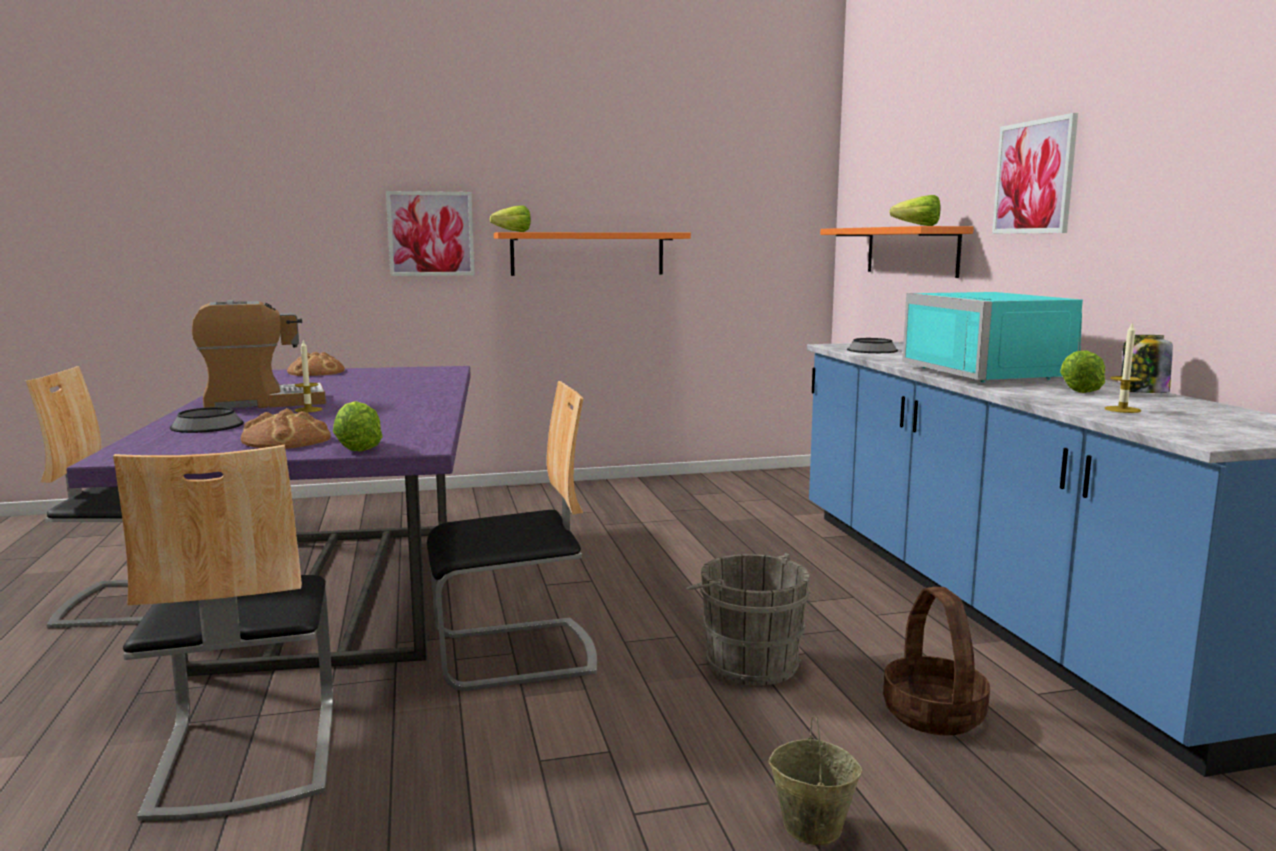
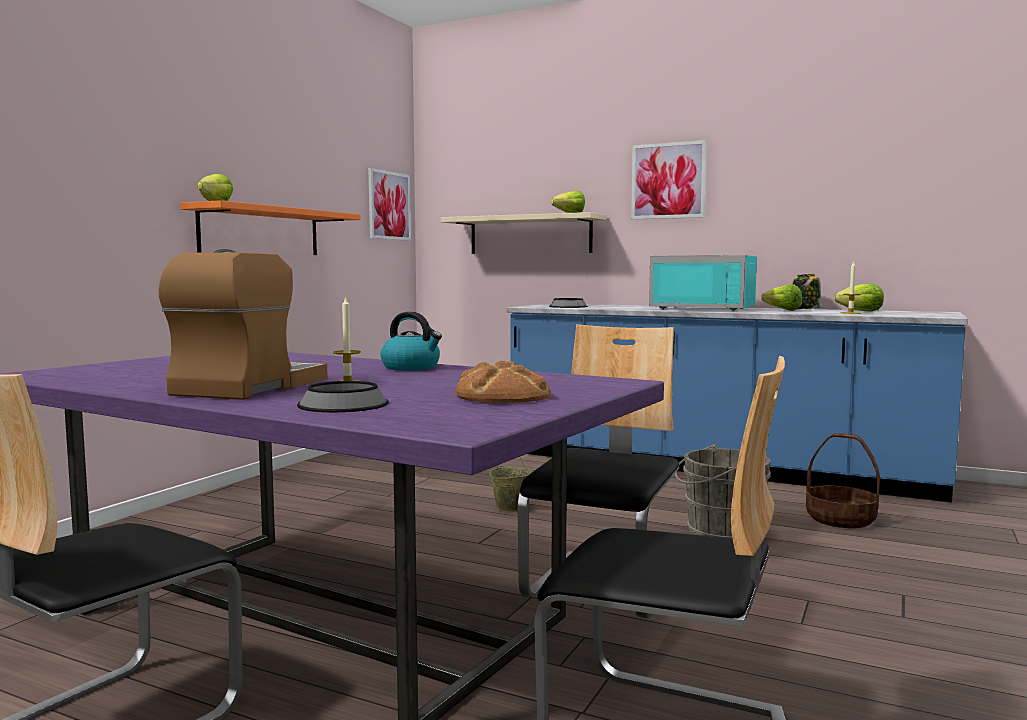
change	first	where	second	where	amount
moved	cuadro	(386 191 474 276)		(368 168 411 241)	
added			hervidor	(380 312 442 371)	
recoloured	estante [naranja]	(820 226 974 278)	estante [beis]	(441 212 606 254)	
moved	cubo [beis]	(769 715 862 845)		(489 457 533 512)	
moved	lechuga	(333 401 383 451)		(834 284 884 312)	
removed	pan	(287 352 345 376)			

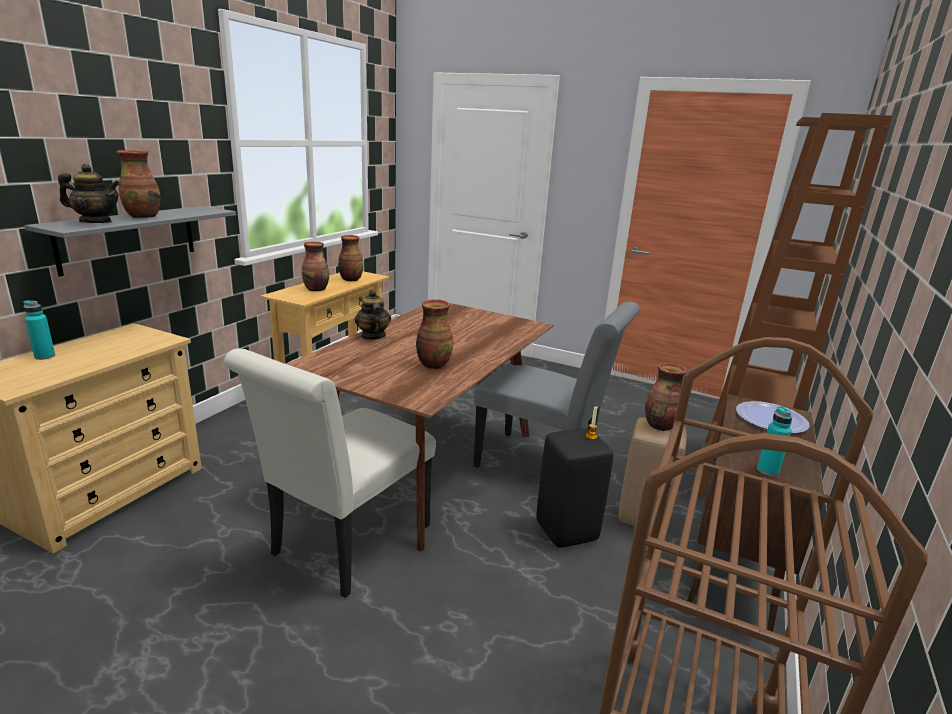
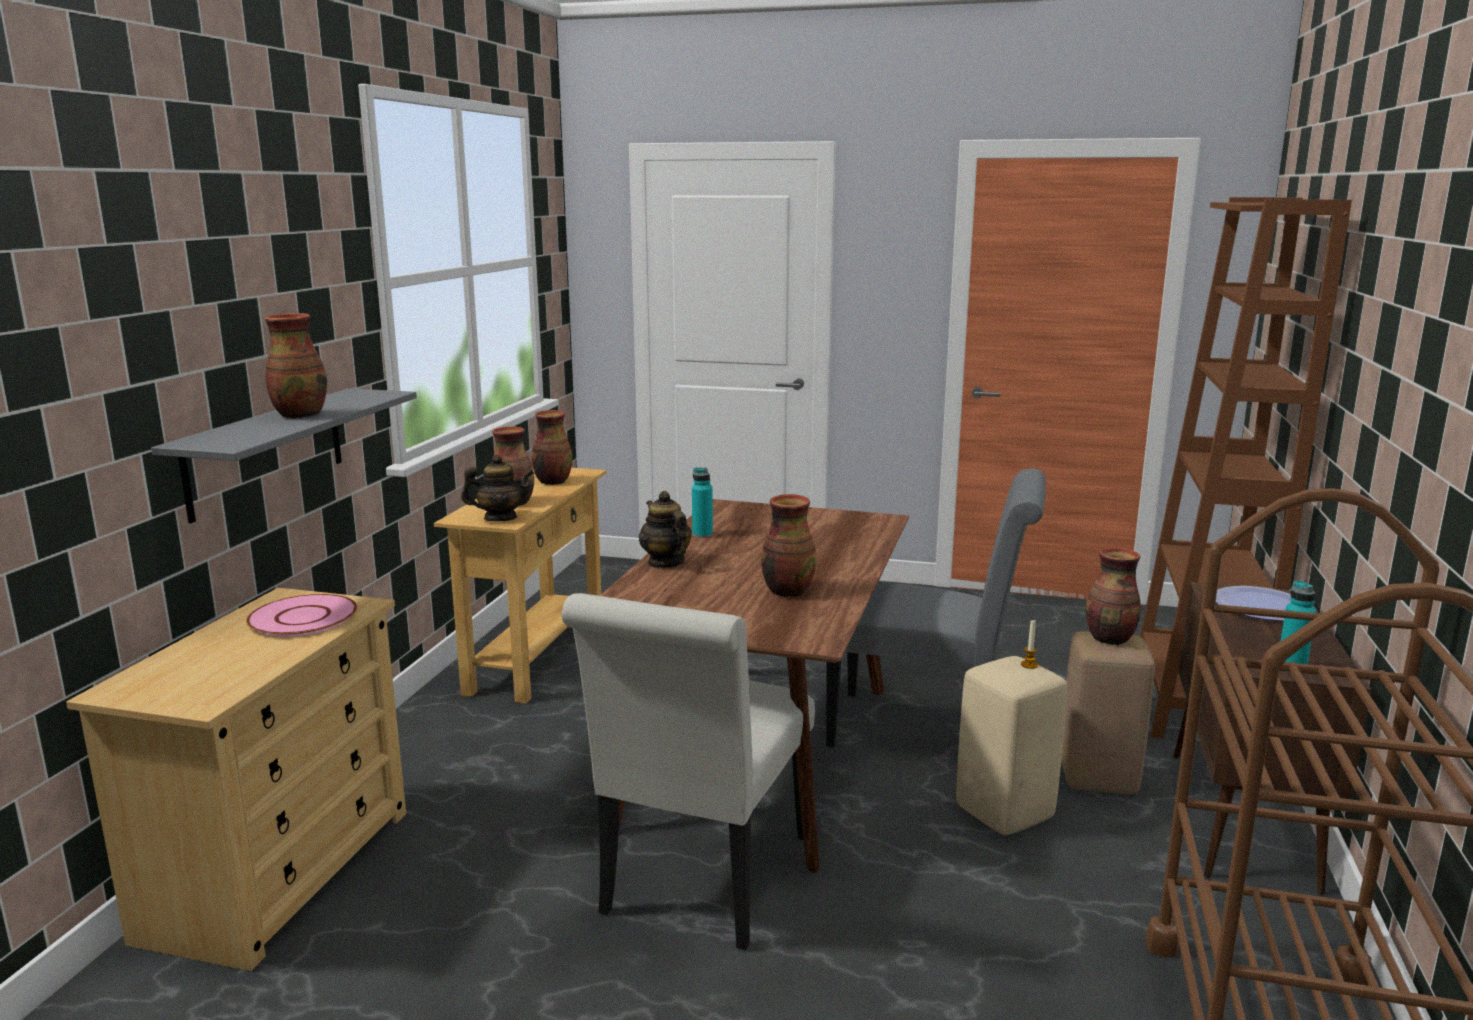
change	first	where	second	where	amount
added			plato [rosa]	(246 594 357 637)	
moved	tetera	(58 164 120 223)		(461 454 534 522)	
moved	botella [turquesa]	(23 300 55 360)		(692 467 713 538)	
recoloured	taburete [negro]	(537 428 613 548)	taburete [beis]	(956 656 1068 835)	

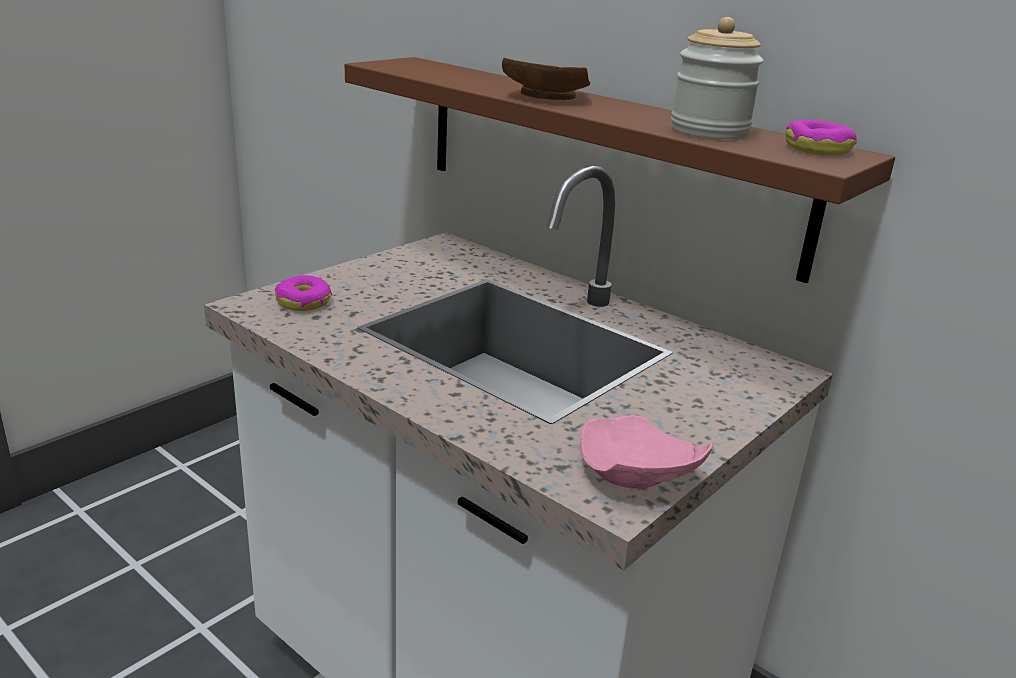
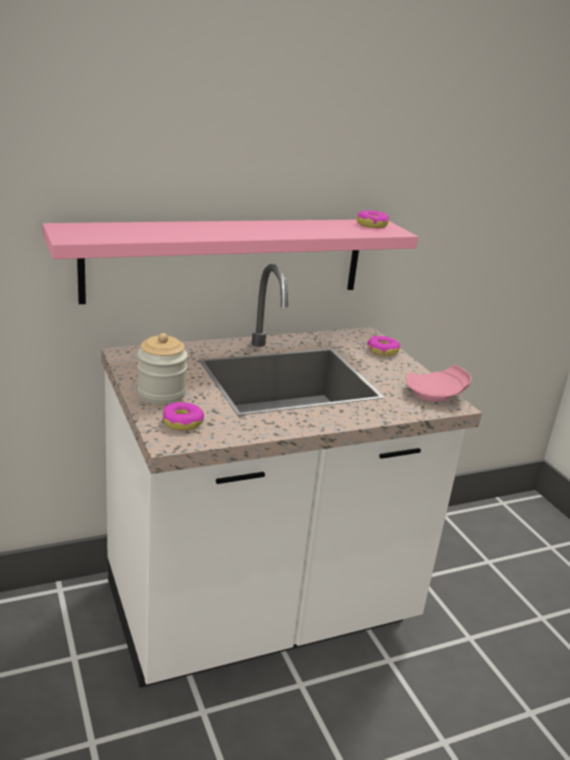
change	first	where	second	where	amount
recoloured	estante [marrón]	(345 57 895 283)	estante [rosa]	(42 220 418 304)	
moved	tarro	(671 17 764 139)		(137 333 188 404)	
added			rosquilla	(367 336 400 356)	
removed	plato [marrón]	(502 58 590 100)			

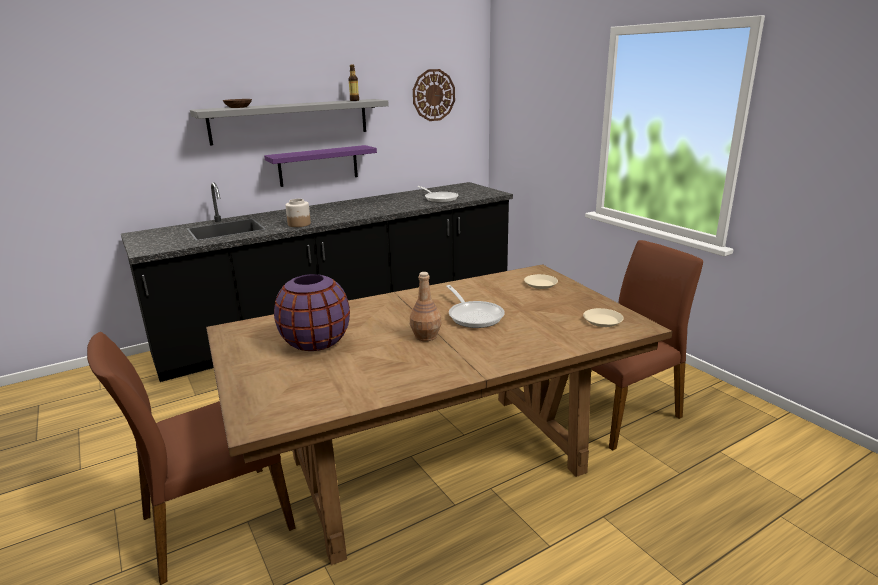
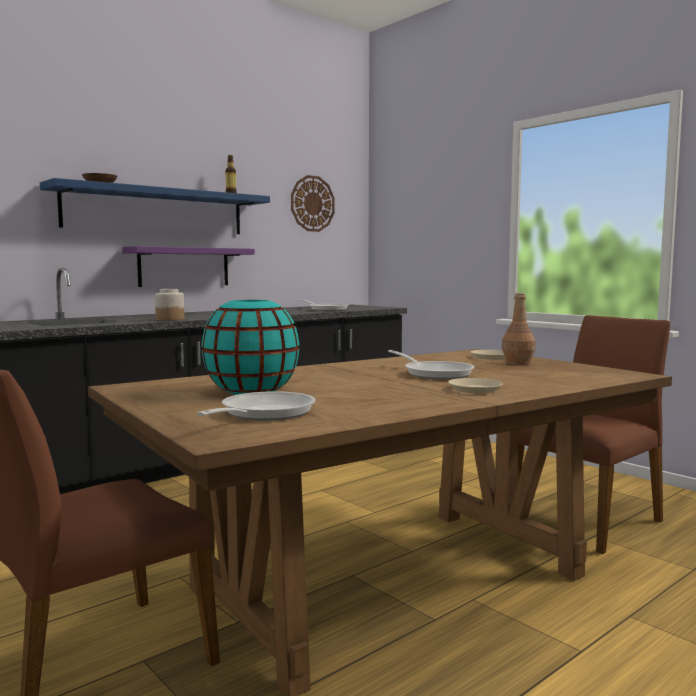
change	first	where	second	where	amount
recoloured	estante [gris]	(190 99 389 146)	estante [azul]	(40 178 270 234)	
added			sartén	(197 391 315 421)	
recoloured	florero [morado]	(274 274 350 351)	florero [turquesa]	(202 300 299 395)	
moved	plato [beis]	(583 308 624 327)		(448 378 503 393)	
moved	botella [marrón]	(410 272 441 341)		(502 293 536 365)	

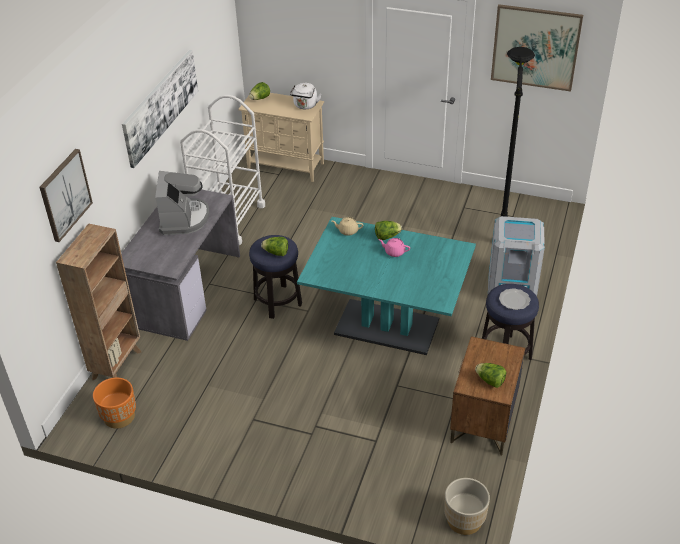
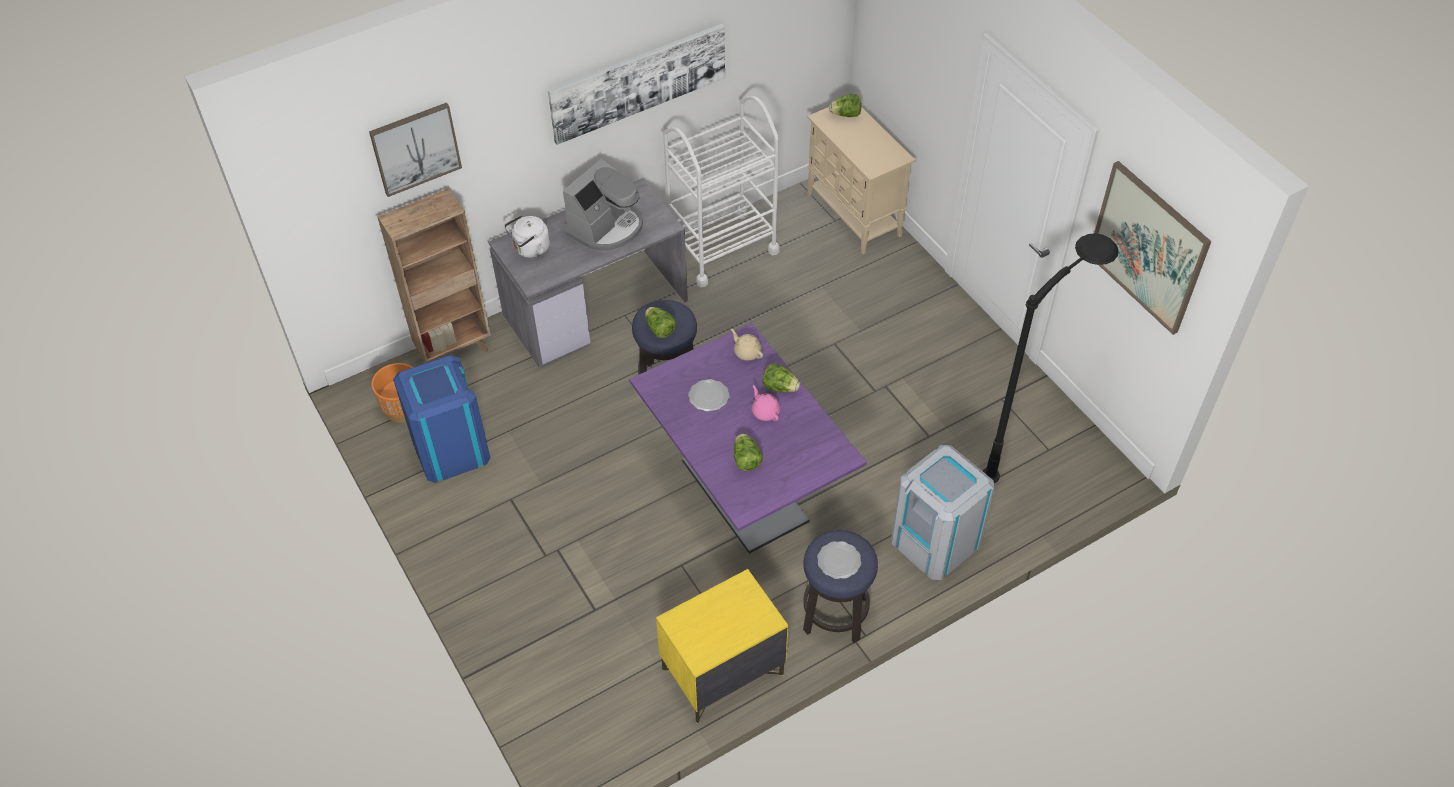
change	first	where	second	where	amount
added			papelera [azul]	(393 355 490 483)	
moved	hervidor [blanco]	(290 83 321 109)		(504 215 550 258)	
recoloured	mesa de comedor [turquesa]	(297 217 476 355)	mesa de comedor [morado]	(629 322 867 554)	
recoloured	mesita de noche [marrón]	(450 336 525 456)	mesita de noche [amarillo]	(656 569 788 723)	
added			plato	(688 379 730 412)	
moved	lechuga	(475 363 506 388)		(734 433 763 471)	
removed	maceta [beis]	(444 478 490 535)			

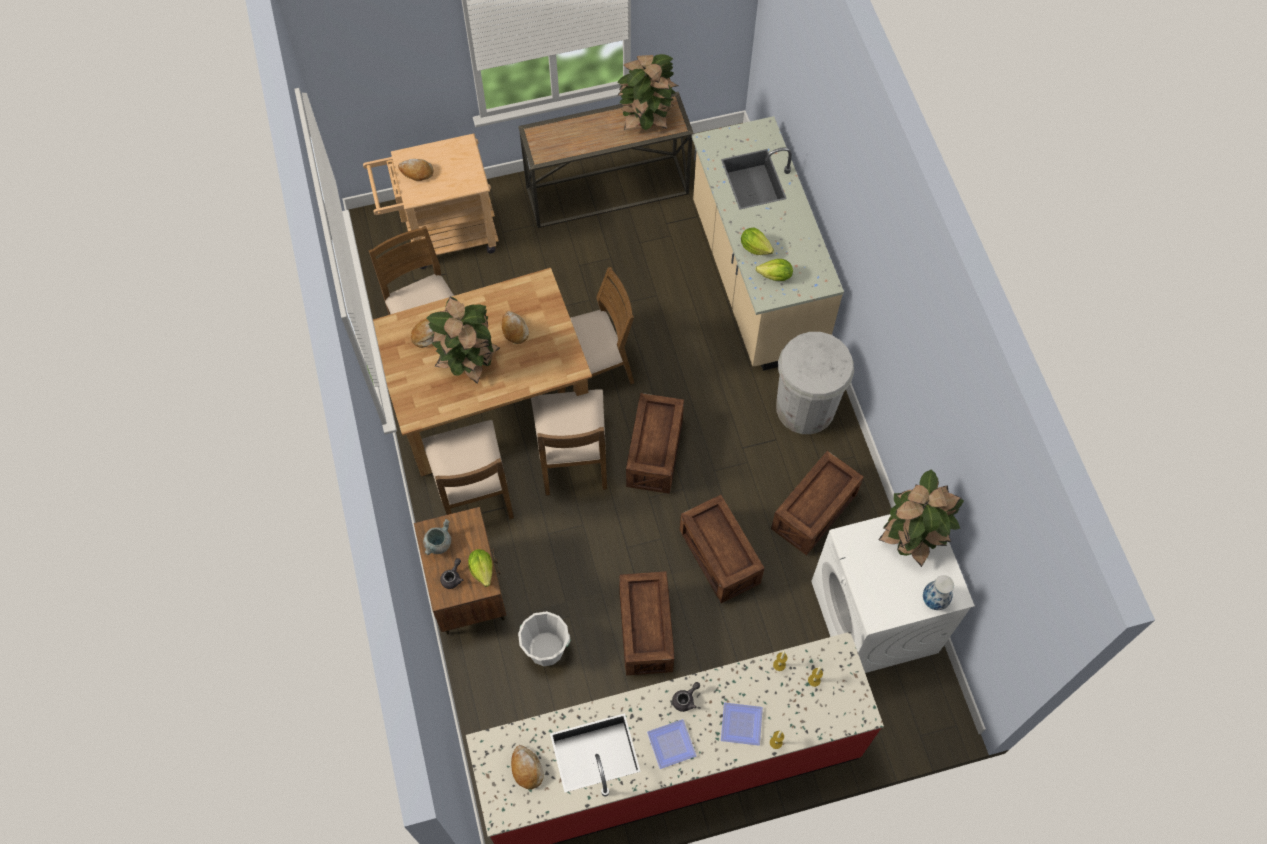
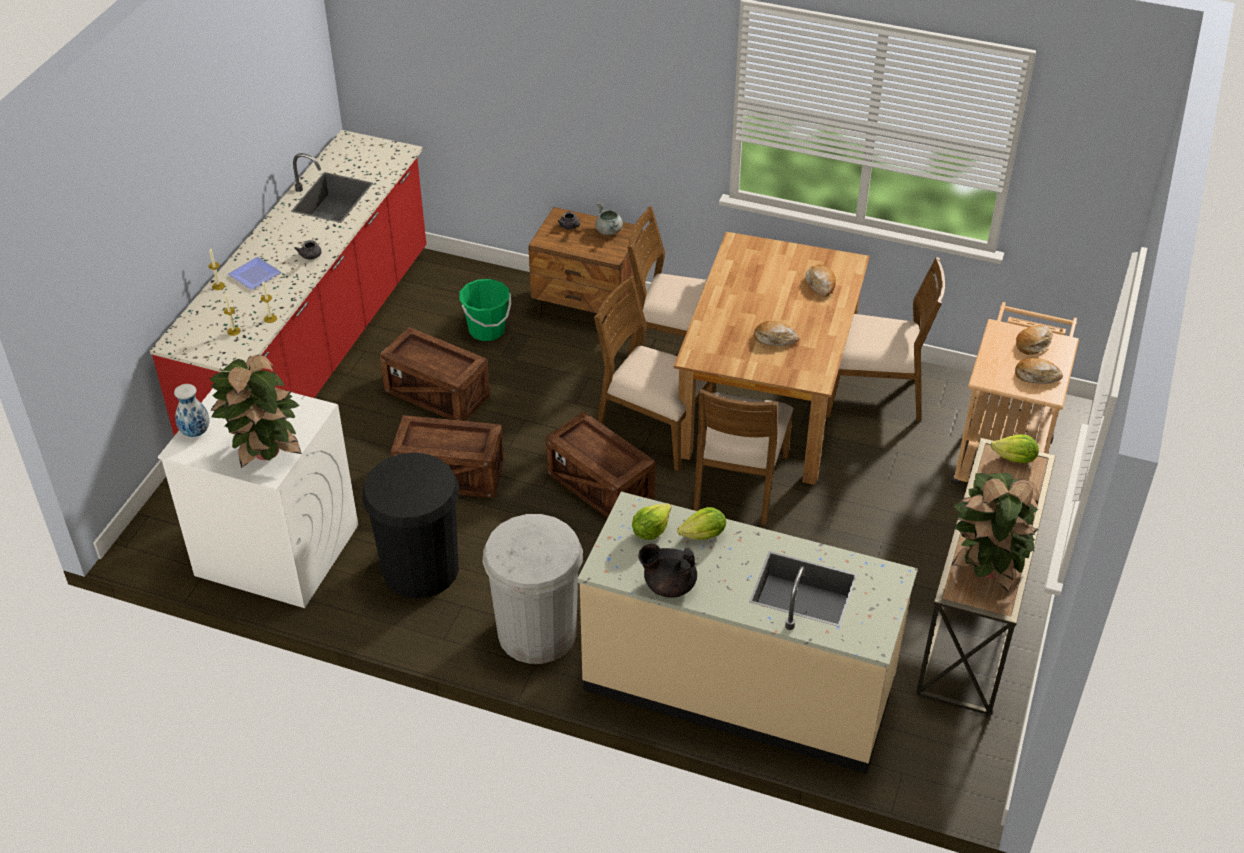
change	first	where	second	where	amount
replaced	caja de embalaje	(771 451 864 556)	papelera [negro]	(362 453 459 599)	
recoloured	cubo [blanco]	(518 611 570 666)	cubo [verde]	(459 279 511 341)	
added			tetera [negro]	(638 544 697 598)	
moved	lechuga	(468 549 492 587)		(991 434 1039 463)	
moved	pan	(511 745 544 789)		(1015 358 1063 384)	
removed	planta en maceta	(427 297 500 384)			
removed	plato	(647 719 697 769)			

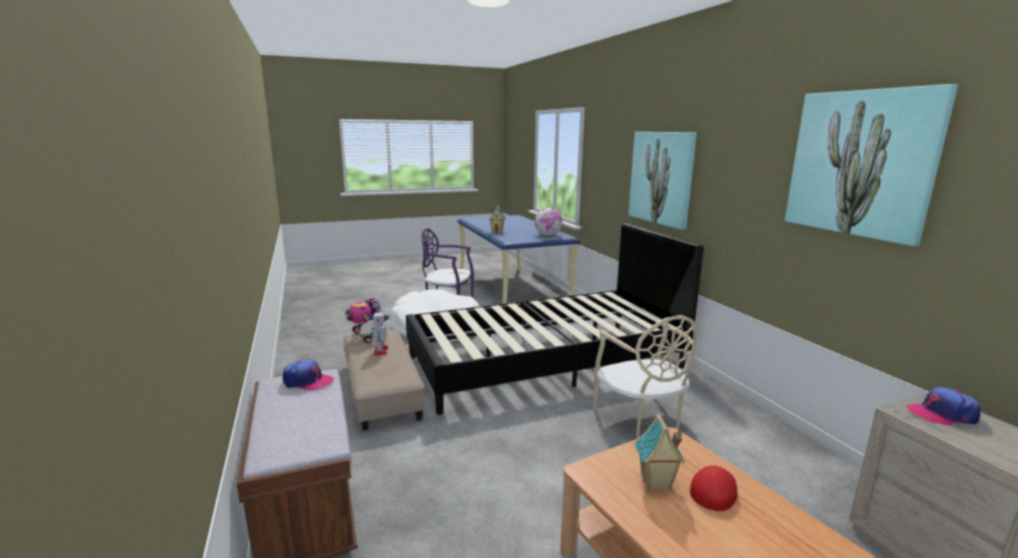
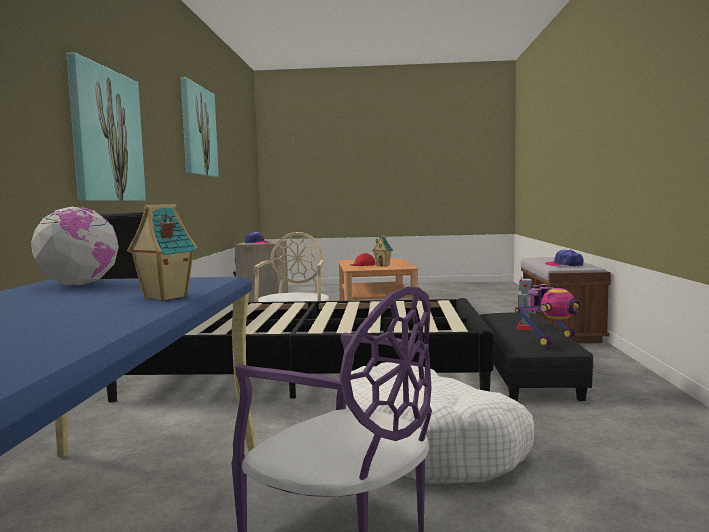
change	first	where	second	where	amount
recoloured	puf [beis]	(343 329 425 431)	puf [negro]	(480 313 594 402)	
turned	robot de juguete	(345 297 389 344)		(515 284 580 347)	60 degrees clockwise

